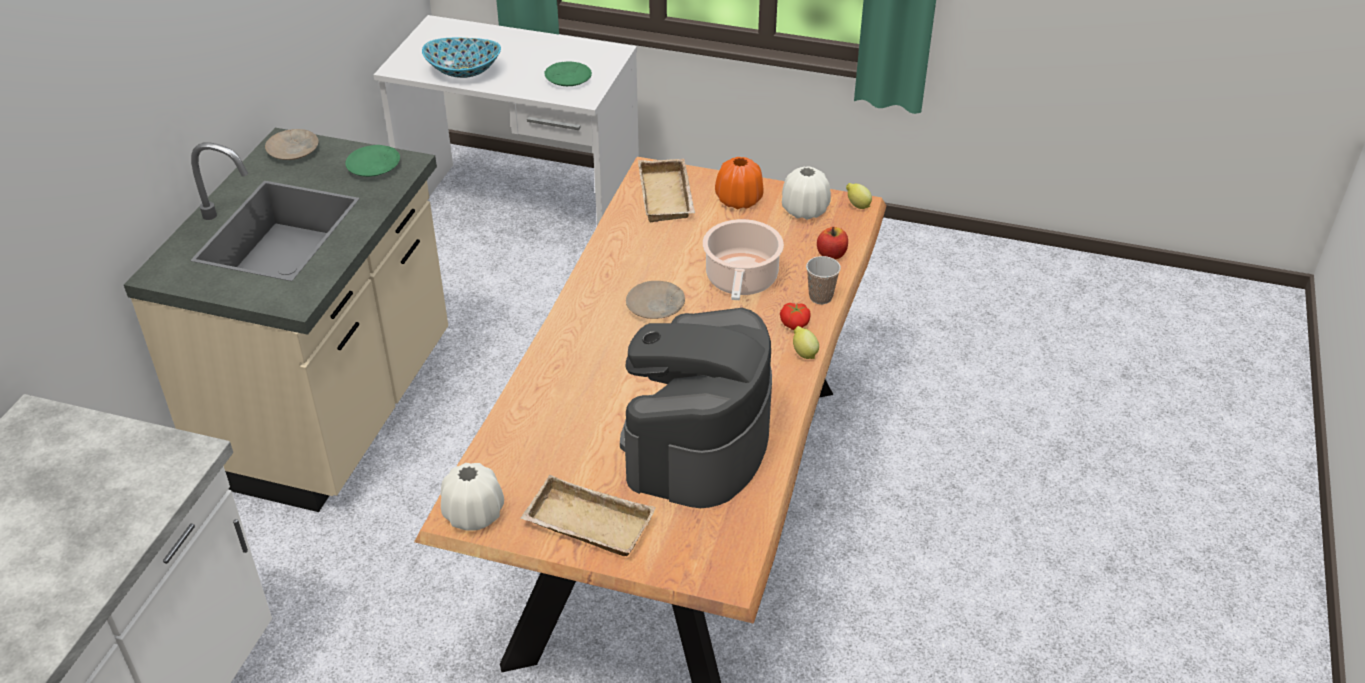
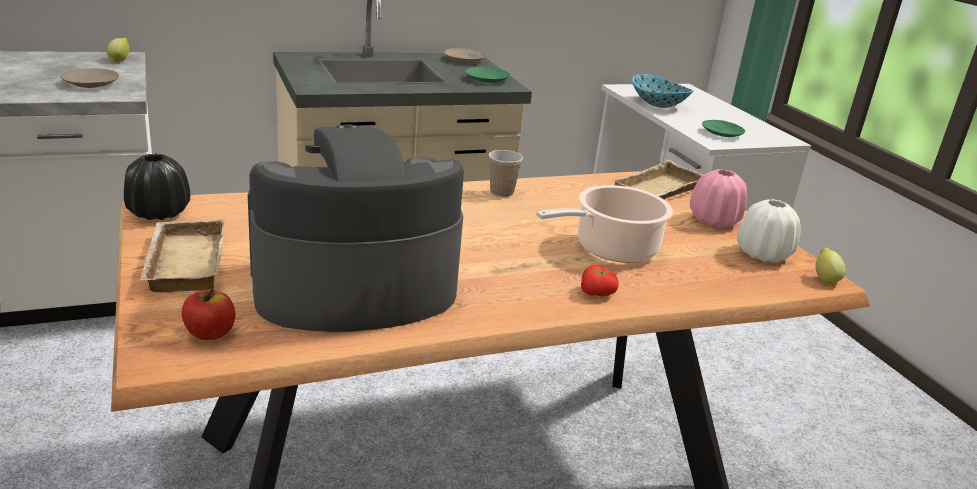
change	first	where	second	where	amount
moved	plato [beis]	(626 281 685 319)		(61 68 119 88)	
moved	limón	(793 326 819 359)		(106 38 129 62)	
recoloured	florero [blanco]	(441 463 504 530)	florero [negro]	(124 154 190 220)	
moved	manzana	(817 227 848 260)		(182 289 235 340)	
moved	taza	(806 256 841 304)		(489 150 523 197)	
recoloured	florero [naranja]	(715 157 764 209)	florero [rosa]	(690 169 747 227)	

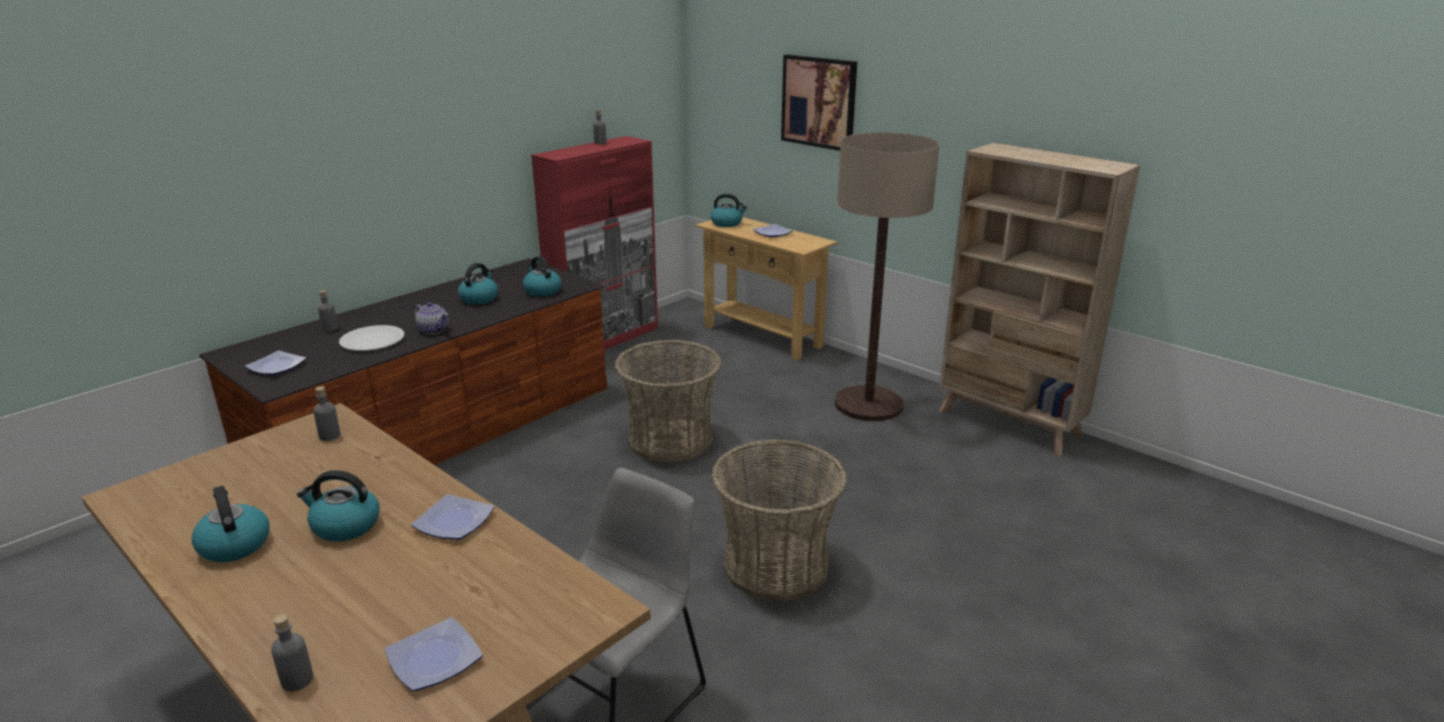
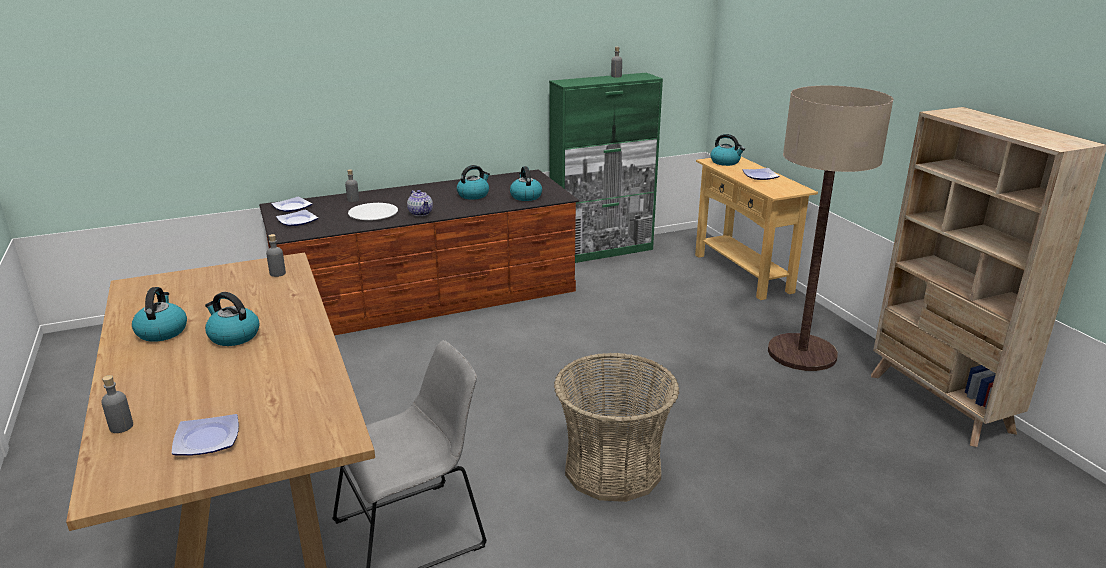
change	first	where	second	where	amount
moved	plato	(411 494 495 540)		(271 196 313 212)	
recoloured	armario [rojo]	(531 136 658 350)	armario [verde]	(549 73 663 263)	
removed	cesta	(614 340 722 463)			
removed	cuadro	(781 54 857 151)			

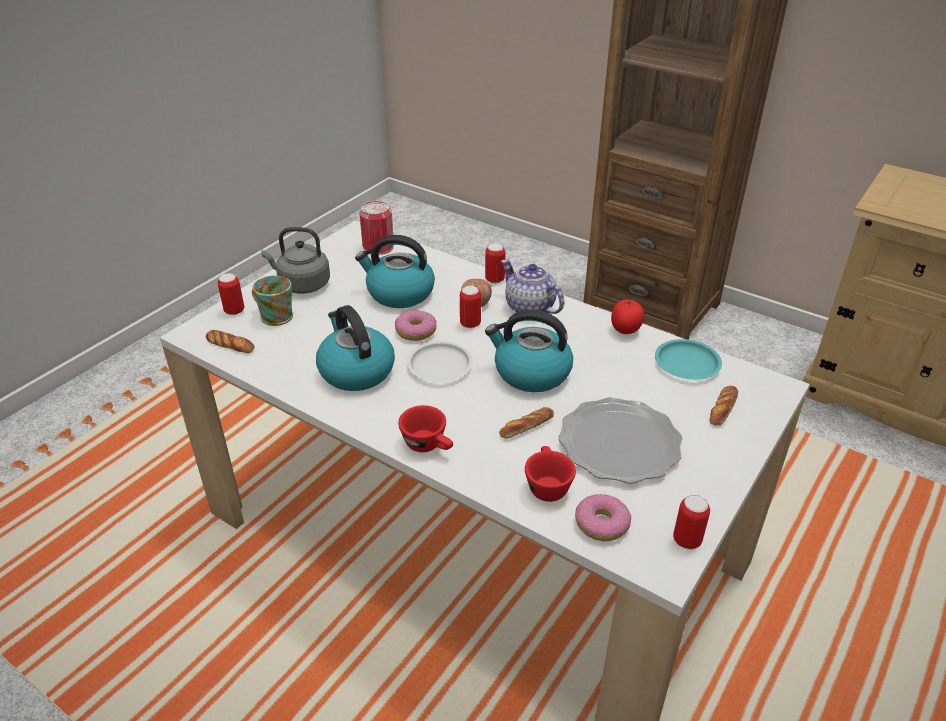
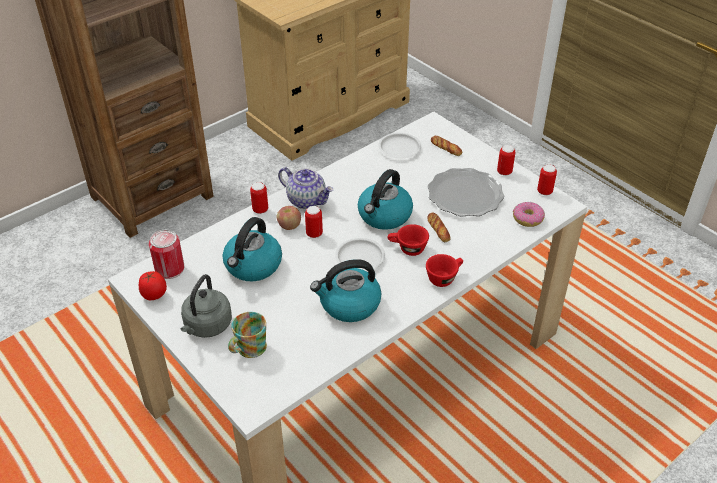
change	first	where	second	where	amount
moved	tomate	(611 299 644 334)		(139 271 167 300)	
turned	tetera	(501 260 564 314)		(278 167 333 209)	120 degrees counterclockwise
recoloured	plato [turquesa]	(655 339 722 380)	plato [blanco]	(378 133 422 159)	
moved	taza [rojo]	(525 446 576 502)		(387 224 429 256)	
moved	lata	(218 273 244 315)		(497 145 515 175)	
removed	pan	(206 330 255 353)			
removed	rosquilla	(395 310 437 341)			

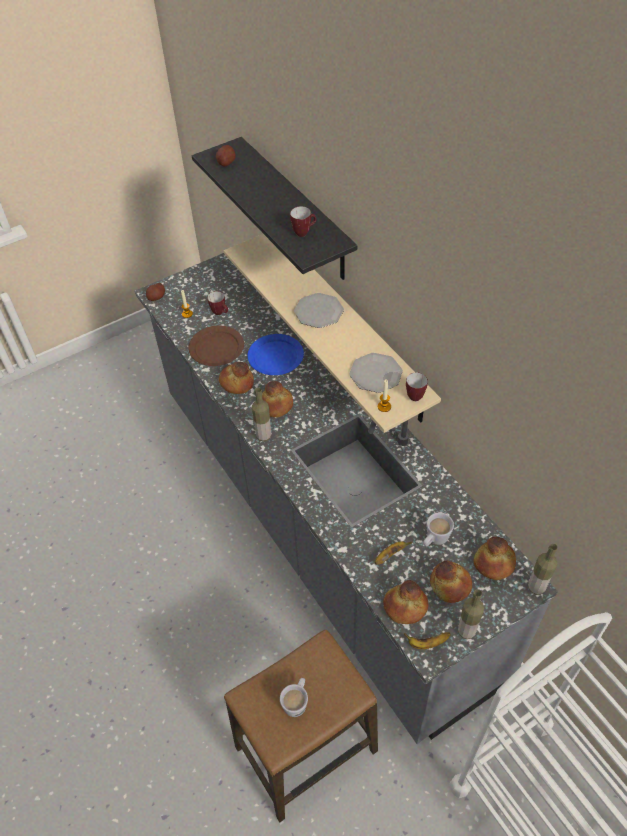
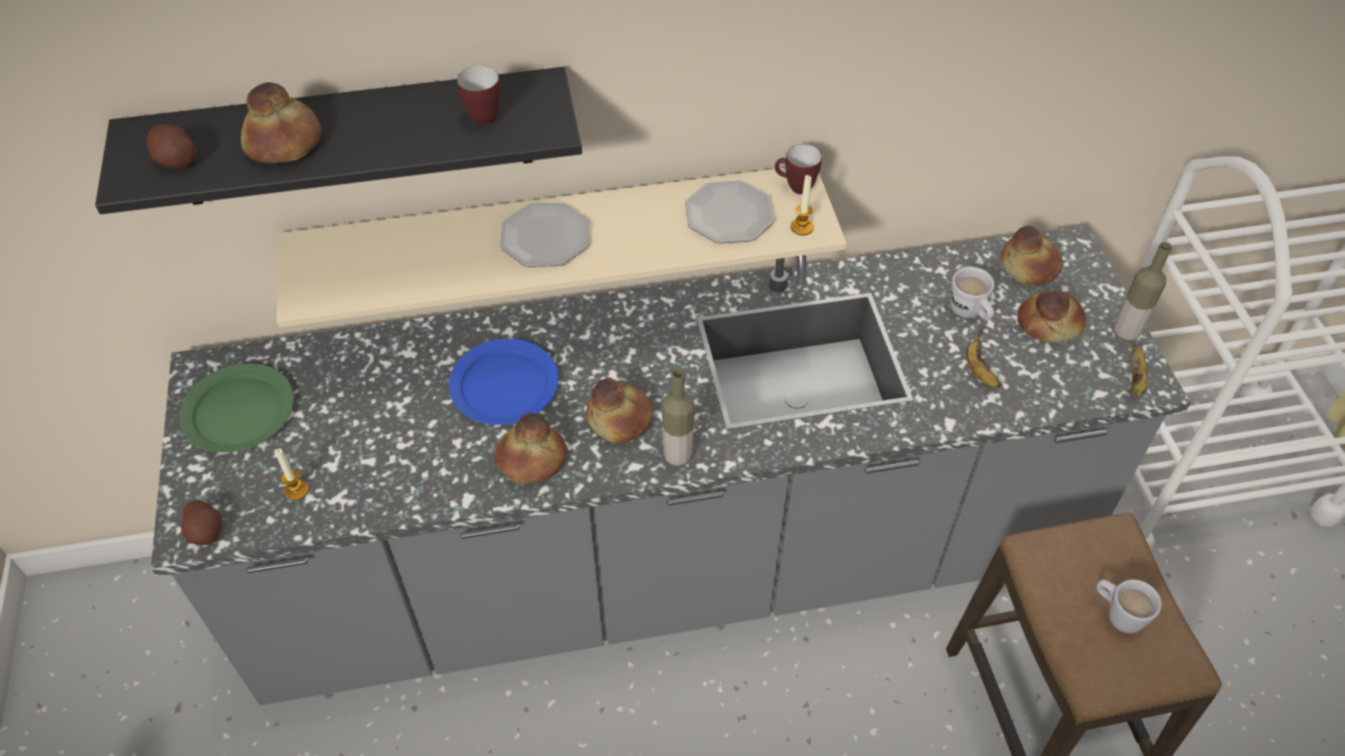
change	first	where	second	where	amount
added			plato [verde]	(179 363 294 453)	
moved	pan	(383 580 429 624)		(241 82 321 163)	
removed	plato [marrón]	(188 326 244 366)			
removed	taza grande	(207 291 228 315)			
removed	botella	(528 543 558 595)			

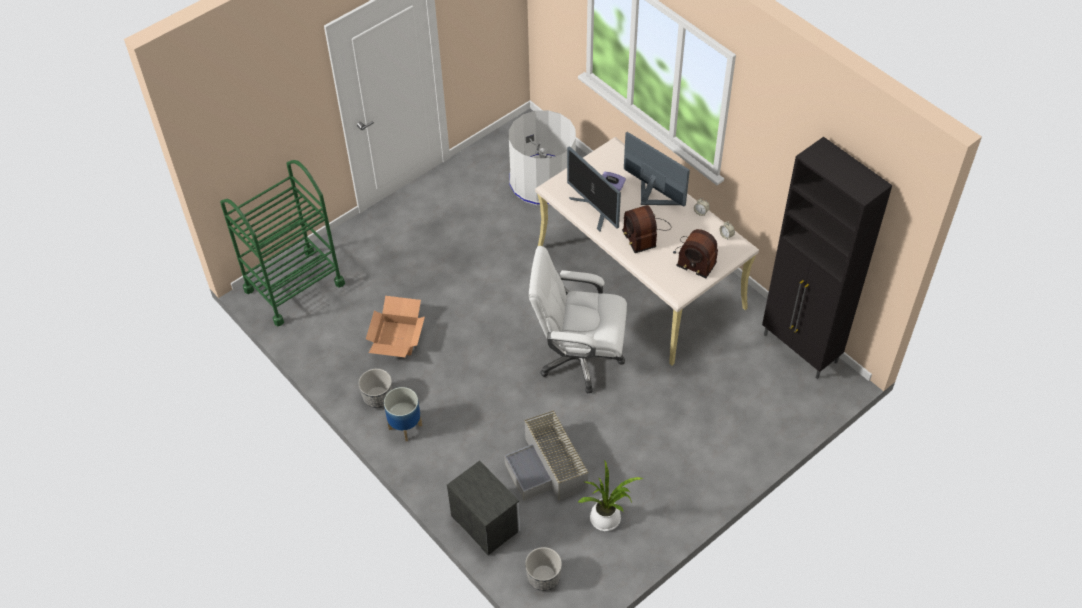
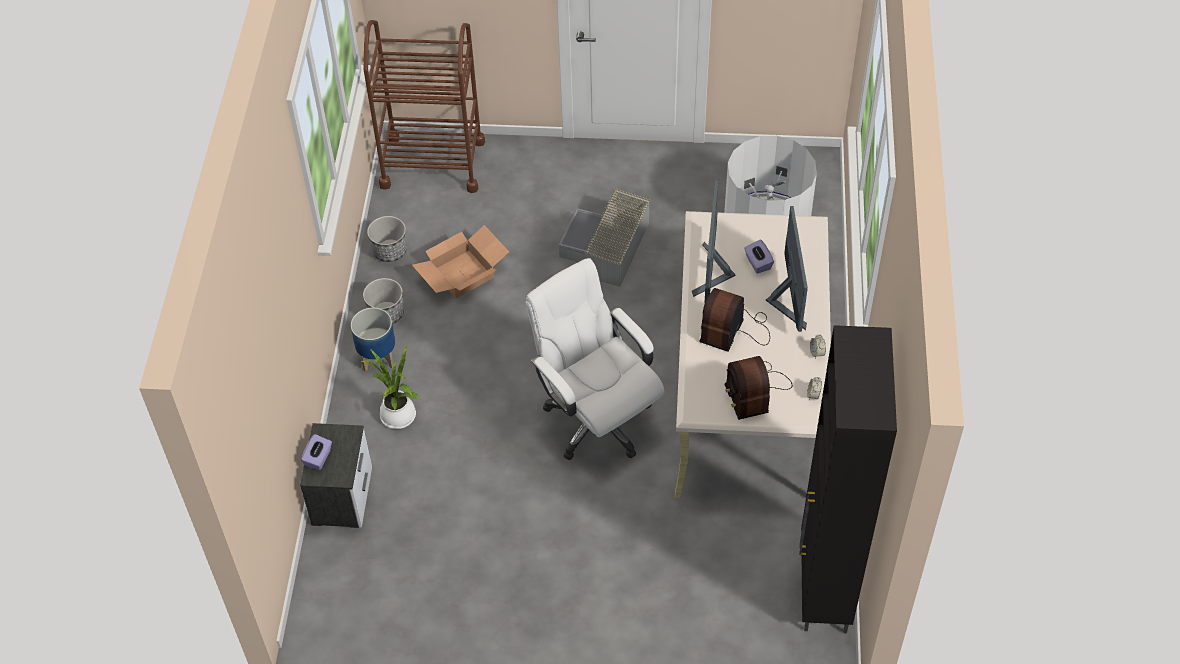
change	first	where	second	where	amount
added			caja de pañuelos [morado]	(301 434 332 470)	
moved	planta en maceta	(577 460 643 531)		(359 346 420 429)	
recoloured	carrito [verde]	(220 160 345 326)	carrito [marrón]	(364 20 485 193)	
moved	maceta	(525 547 562 591)		(367 216 407 262)	
moved	caja de almacenaje [gris]	(504 410 589 501)		(559 188 650 287)	

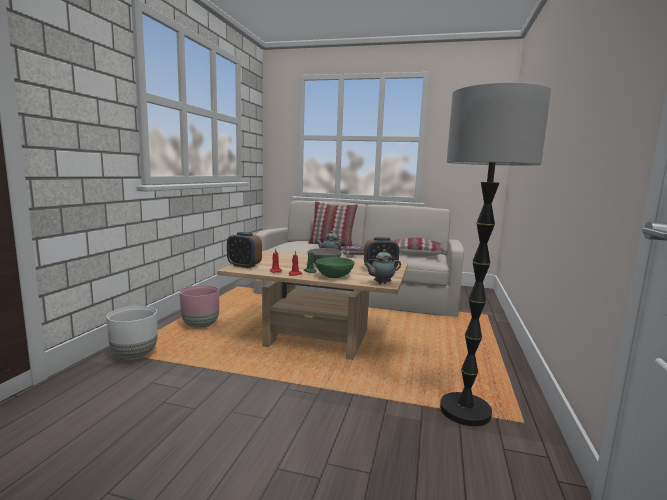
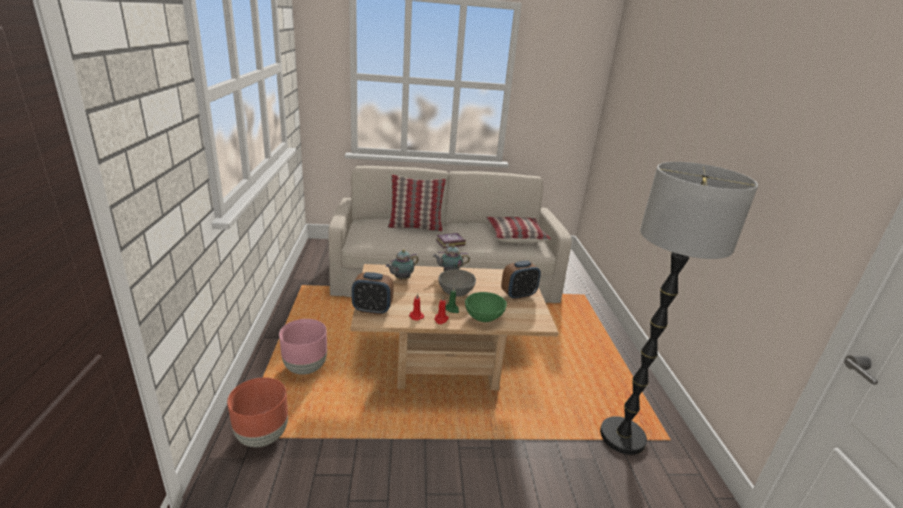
change	first	where	second	where	amount
recoloured	maceta [blanco]	(106 306 158 359)	maceta [marrón]	(227 377 288 447)	
moved	tetera	(364 249 401 284)		(386 249 419 280)	

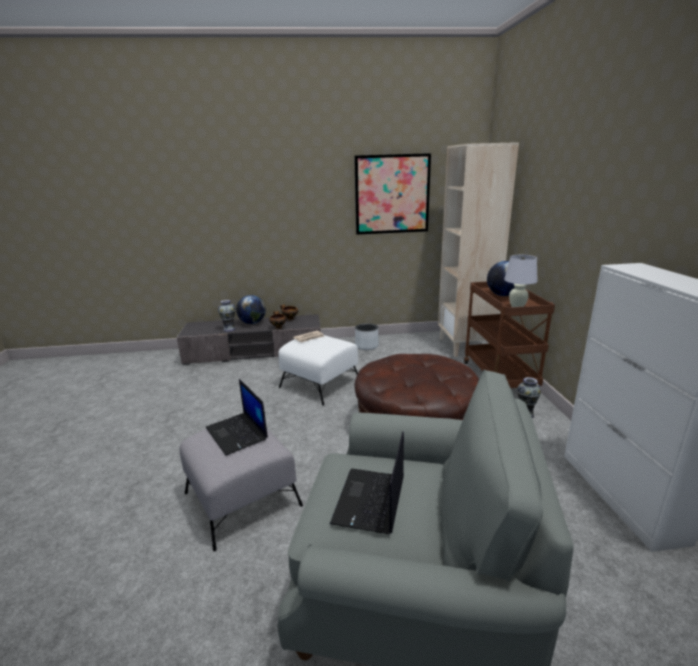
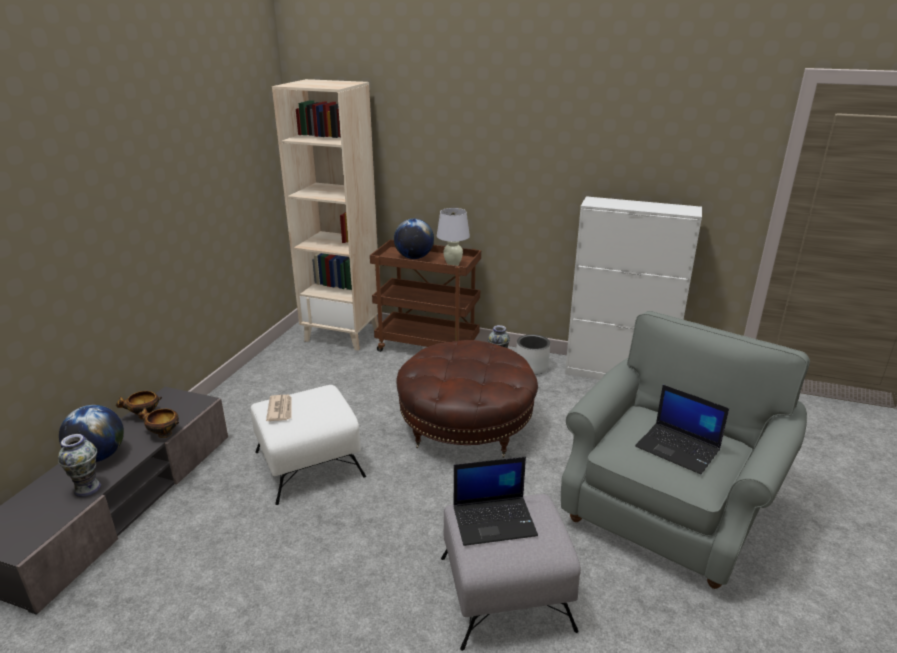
change	first	where	second	where	amount
moved	maceta [gris]	(355 323 379 350)		(516 334 550 375)	
removed	cuadro	(354 153 431 235)			

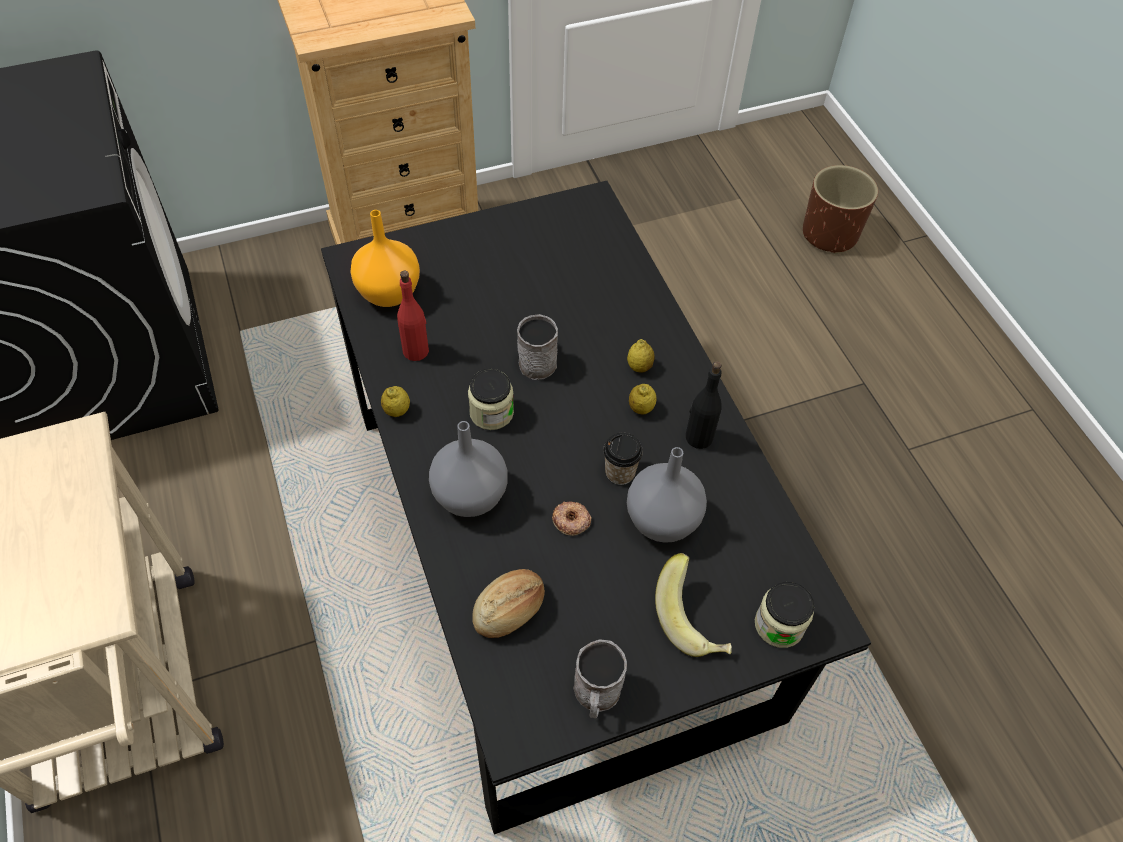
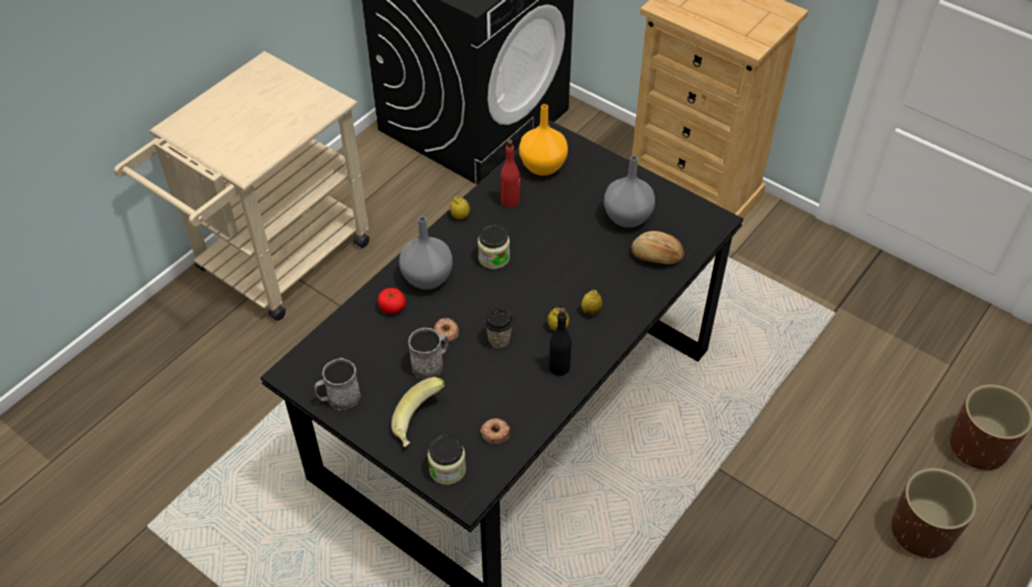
change	first	where	second	where	amount
added			tomate	(378 288 406 314)	
moved	taza grande [gris]	(517 314 558 380)		(408 328 449 379)	
added			rosquilla	(480 418 510 444)	
moved	florero [gris]	(627 447 707 543)		(604 155 655 228)	
moved	pan	(472 569 545 638)		(631 231 684 264)	
added			maceta [marrón]	(891 468 977 559)	

